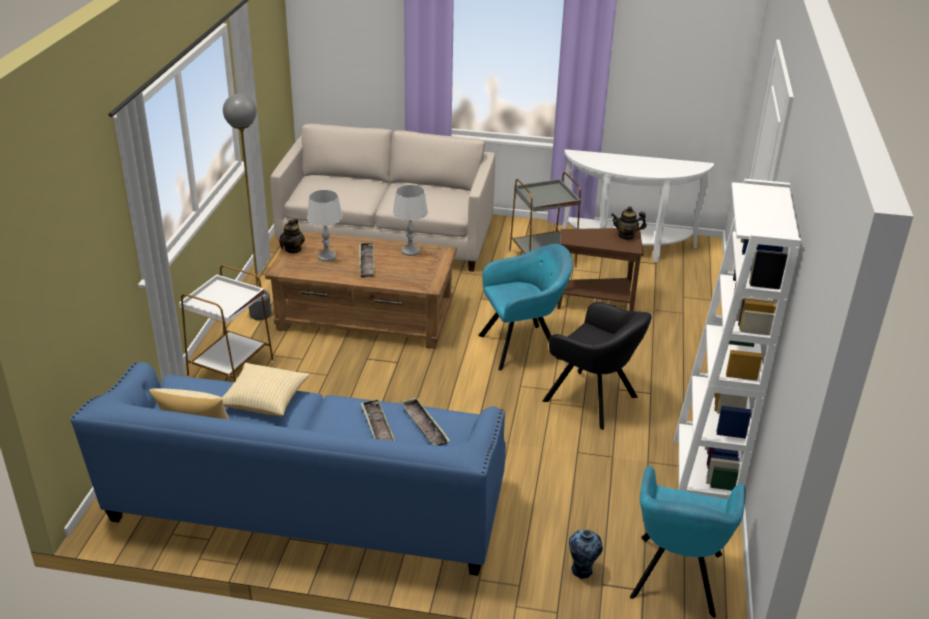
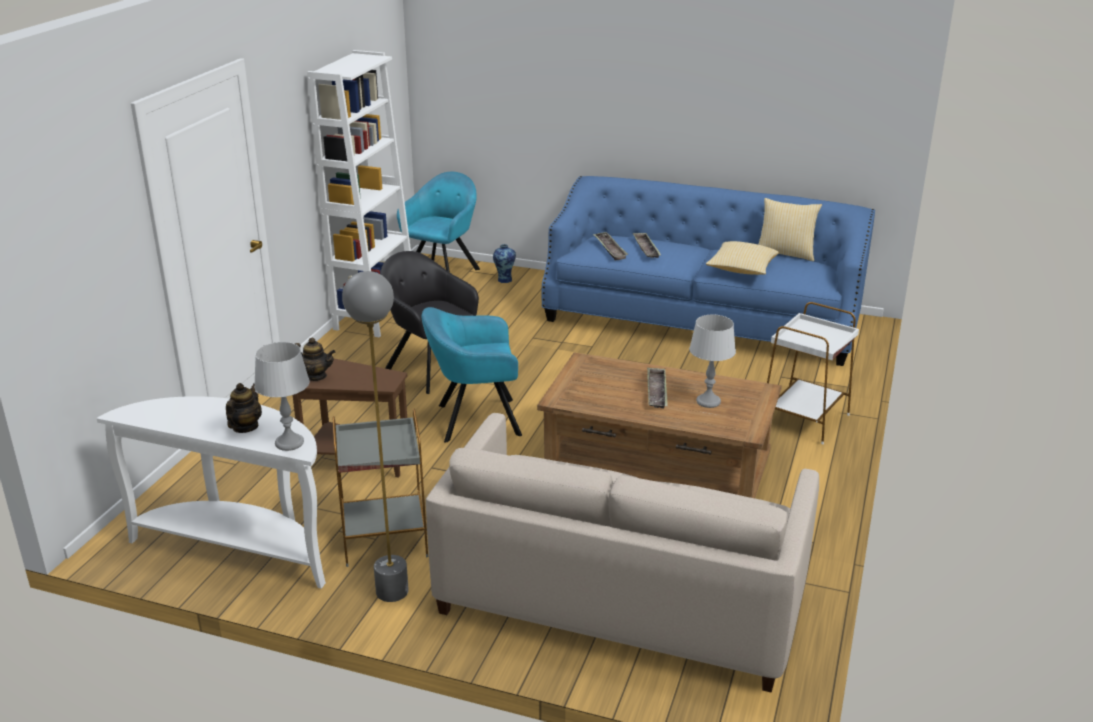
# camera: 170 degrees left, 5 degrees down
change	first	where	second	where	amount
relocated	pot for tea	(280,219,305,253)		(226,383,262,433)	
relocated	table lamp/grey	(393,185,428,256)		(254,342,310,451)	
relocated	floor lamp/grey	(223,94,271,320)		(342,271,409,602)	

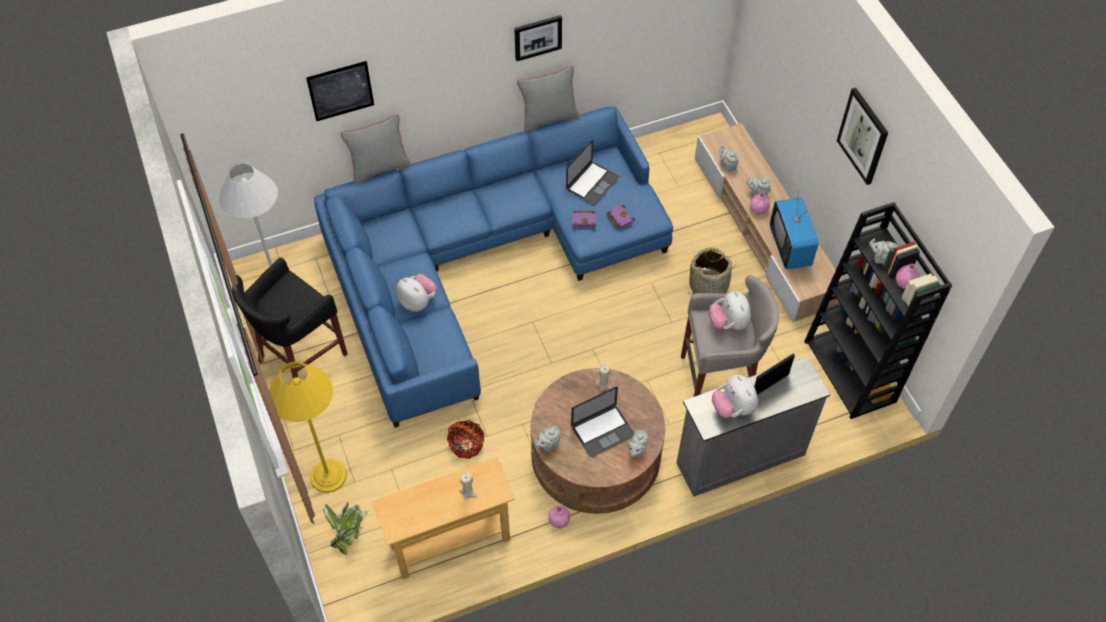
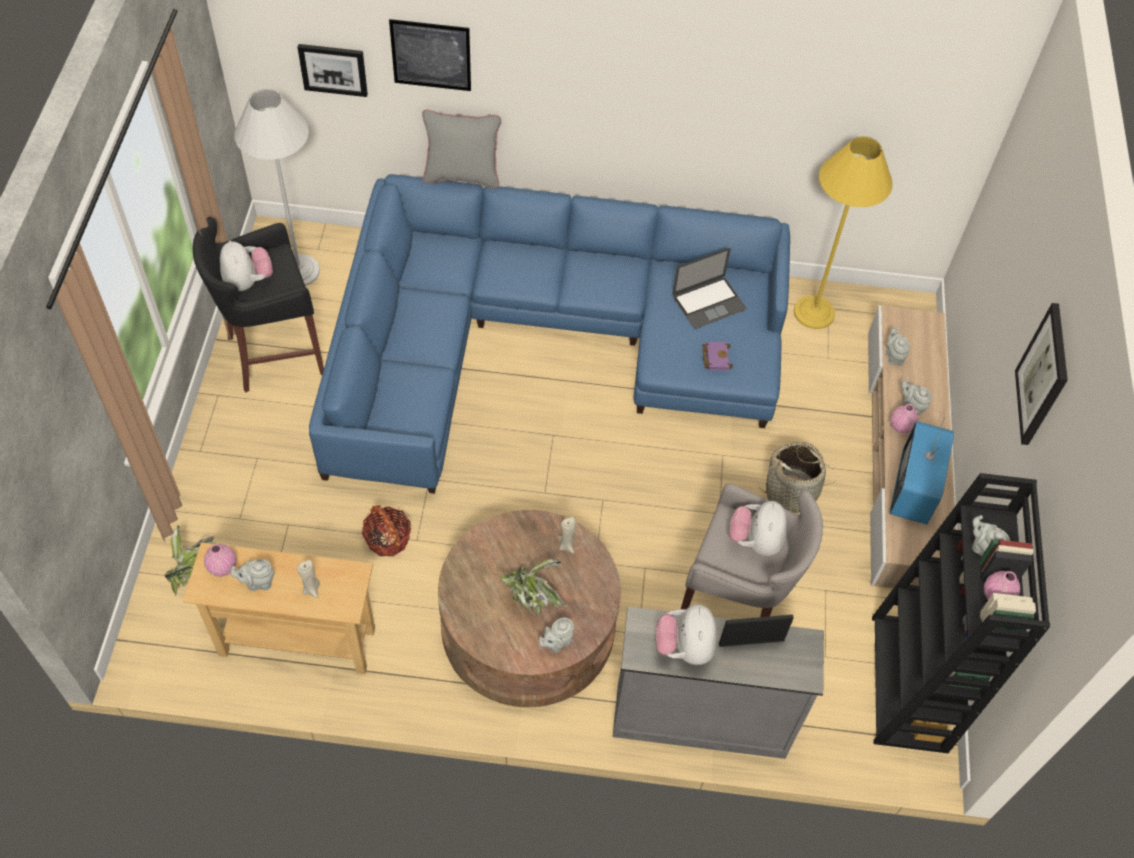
# camera: 25 degrees right, 0 degrees up
change	first	where	second	where	amount
relocated	decorative vase/pink	(548,505,570,528)		(204,544,236,577)	
relocated	plush toy	(396,274,437,312)		(220,241,273,291)	
relocated	pot for tea/grey	(535,426,560,452)		(230,559,275,591)	
relocated	wall art	(514,15,562,61)		(297,44,368,97)	
exchanged	notebook computer	(571,386,635,457)	plant in a pot	(500,559,568,616)	
relocated	floor lamp/yellow-coloured	(269,361,347,493)		(794,136,893,329)	
missing	throw pillow/grey	(517,66,579,133)			
missing	book/purple-coloured	(573,211,596,228)			

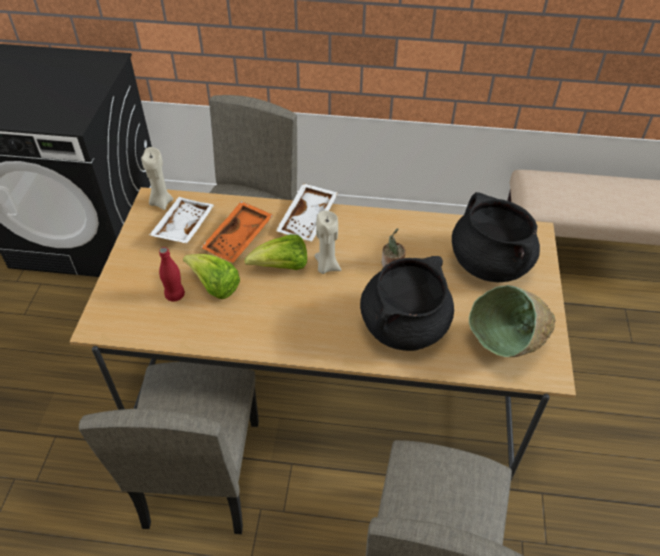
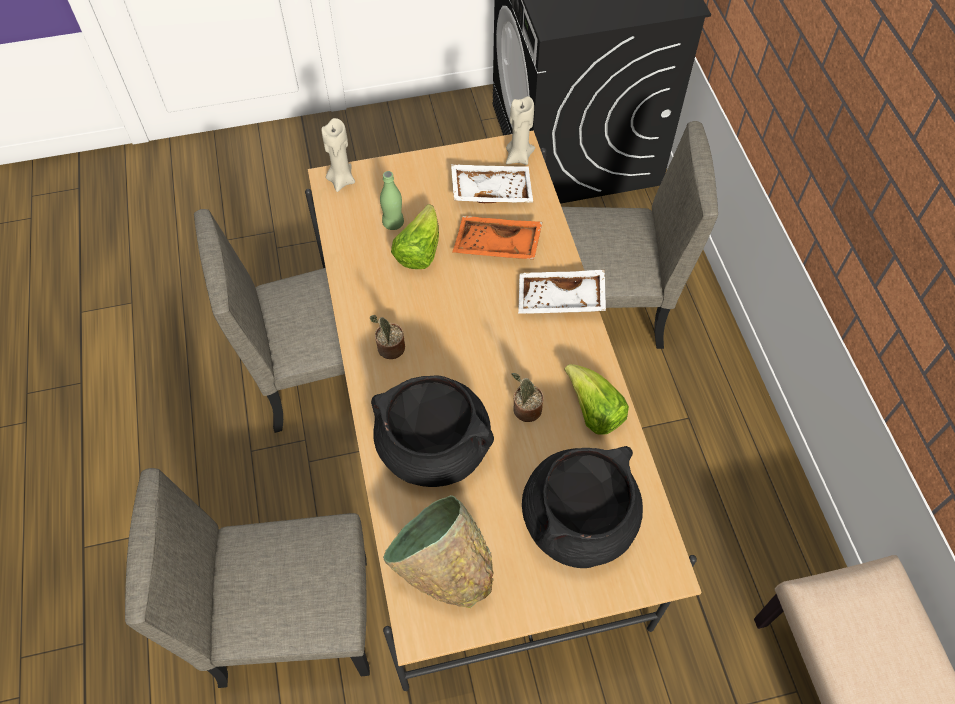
# camera: 70 degrees right, 10 degrees up
change	first	where	second	where	amount
relocated	wax light/beige	(314,210,341,274)		(321,118,355,192)	
appeared			plant in a pot	(370,315,405,359)	
colour	drink bottle/reddish	(159,247,185,302)	drink bottle/greenish	(380,171,404,230)	
relocated	lettuce head	(244,234,307,270)		(564,364,629,435)	

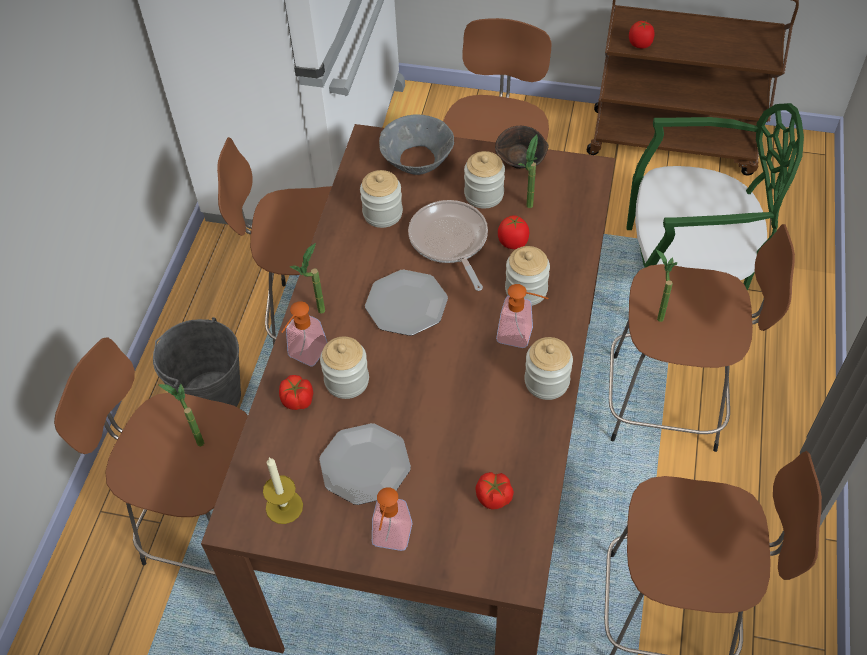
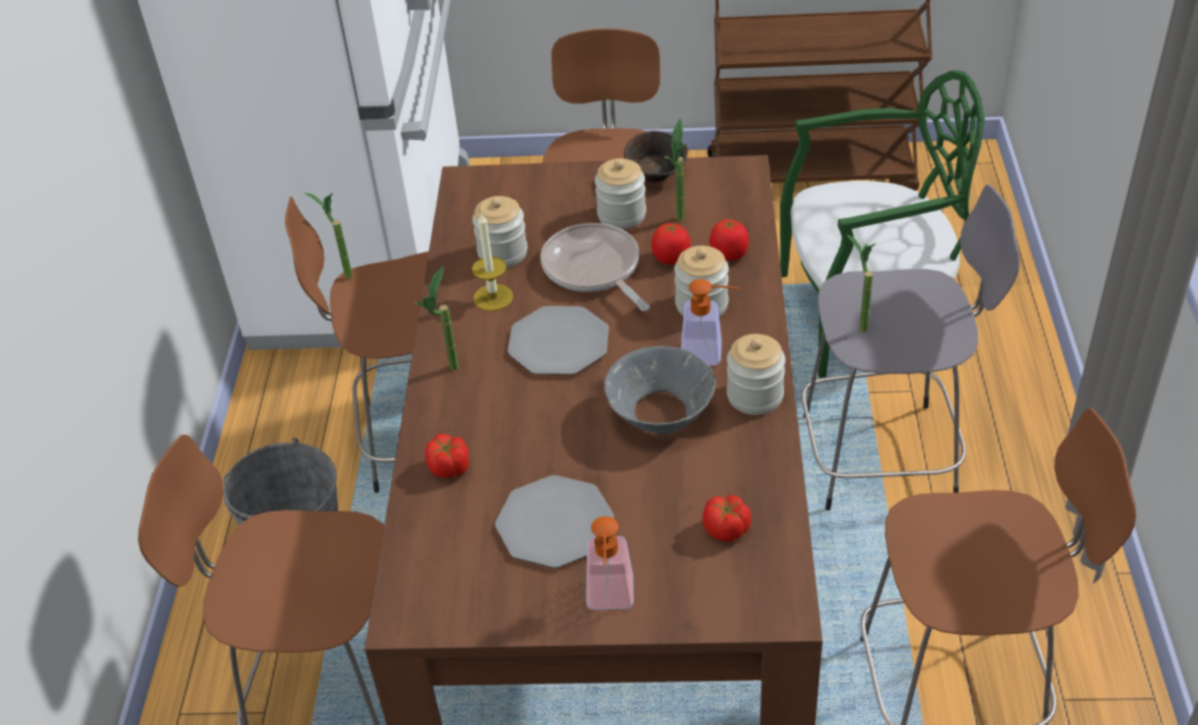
# camera: 10 degrees left, 10 degrees down
change	first	where	second	where	amount
relocated	plant in a pot	(158,384,204,447)		(304,192,352,279)	
relocated	wax light	(263,457,303,524)		(472,213,513,311)	
relocated	bowl/grey	(379,114,454,175)		(604,346,716,434)	
relocated	whole tomato	(629,21,655,49)		(709,218,749,261)	
colour	sitting stool/brown	(609,224,795,452)	sitting stool/grey	(801,184,1020,511)	
missing	soap dispenser	(282,301,328,367)			
missing	storage jar	(320,337,369,399)			

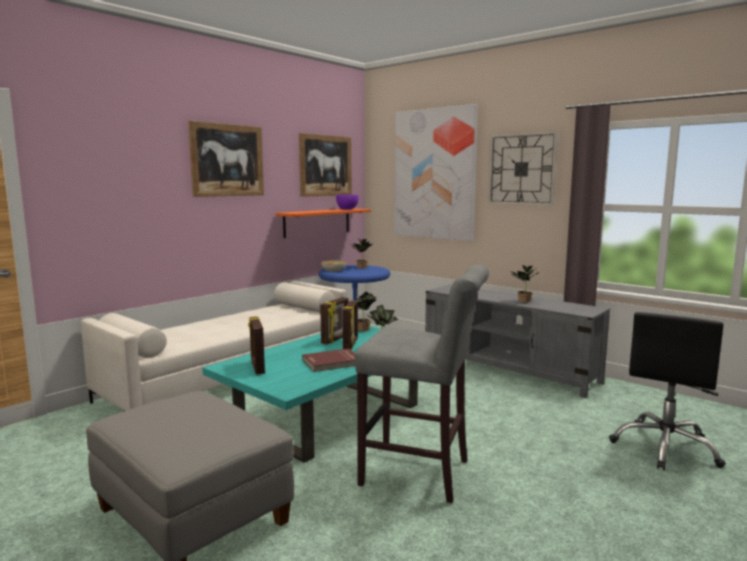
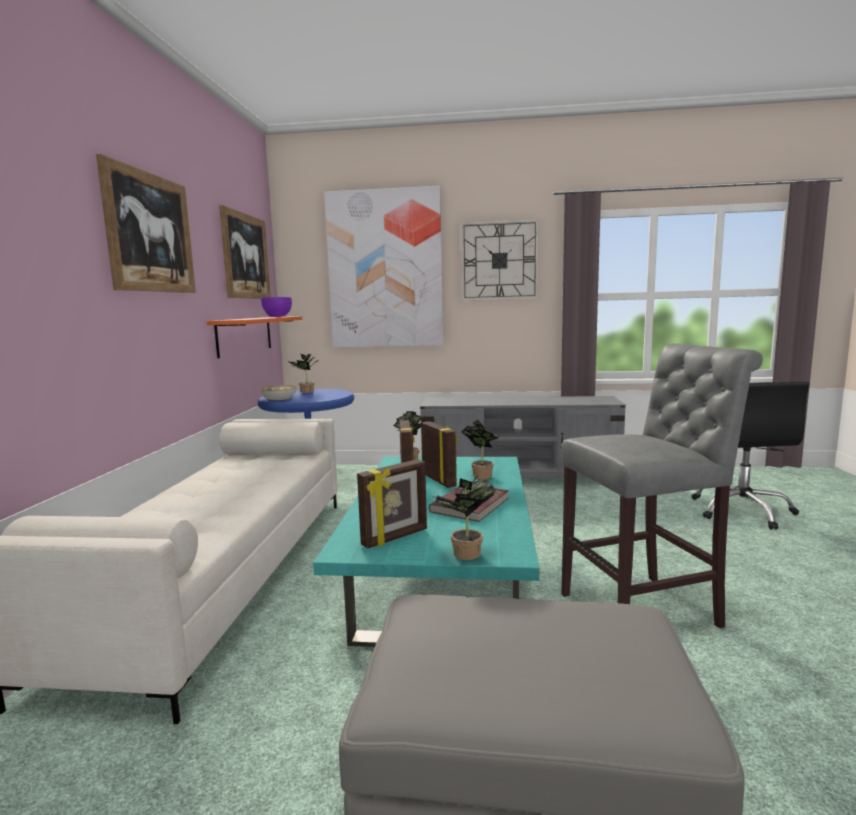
# camera: 35 degrees left, 0 degrees up
change	first	where	second	where	amount
spun	standing frame	(248,317,265,375)		(357,459,427,548)	75 degrees counterclockwise
relocated	plant in a pot	(510,265,539,302)		(433,477,497,560)	

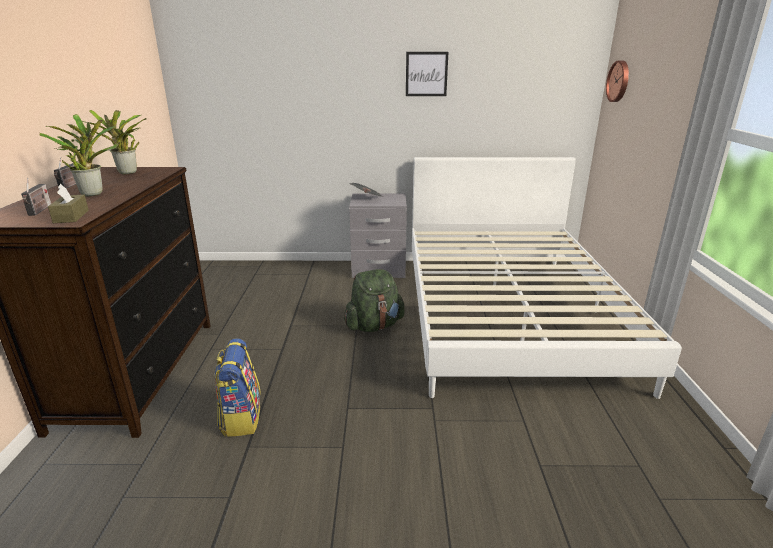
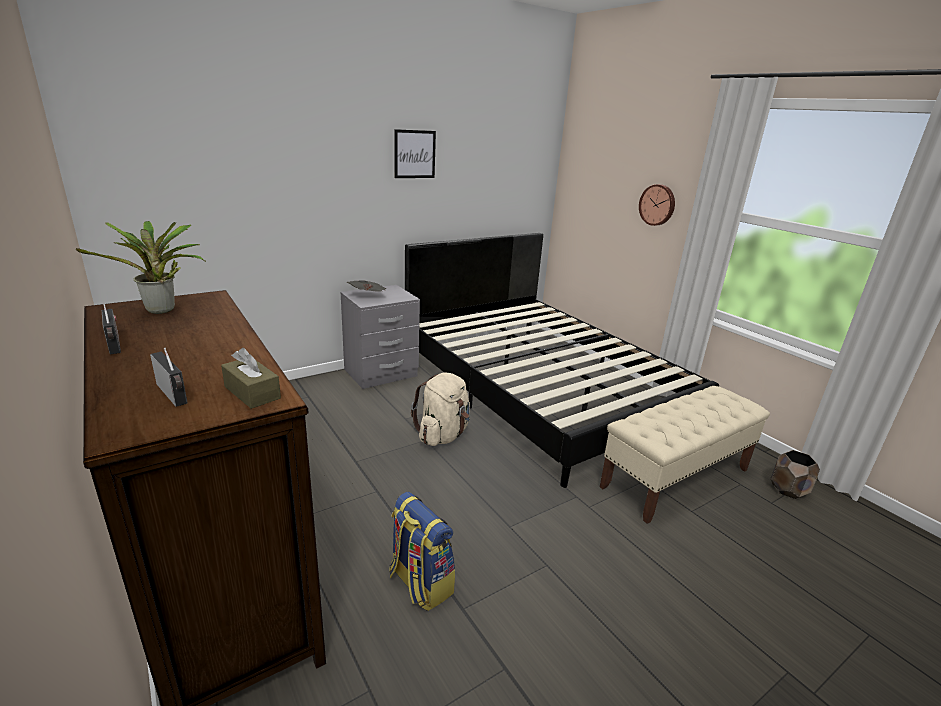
# camera: 35 degrees left, 0 degrees up
change	first	where	second	where	amount
colour	sleeping bed/white	(412,157,682,399)	sleeping bed/blackish	(405,233,719,488)	
colour	backpack/greenish	(344,269,405,332)	backpack/beige	(411,372,470,446)	
appeared			bench/beige	(600,386,770,524)	
relocated	hanging clock	(606,60,629,102)		(639,184,675,226)	
appeared			planter/brown	(770,450,820,499)	
missing	plant in a pot	(39,114,119,196)			

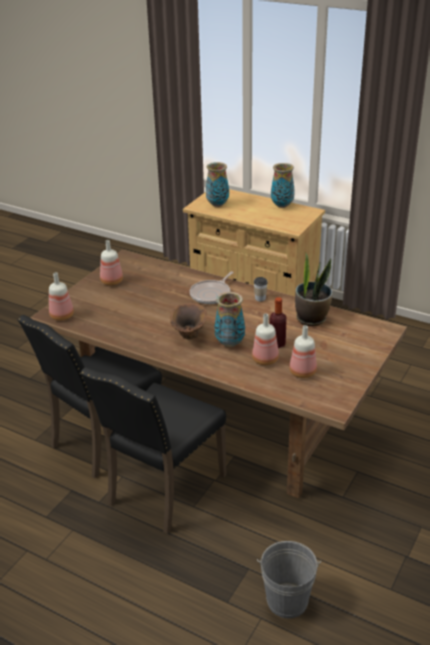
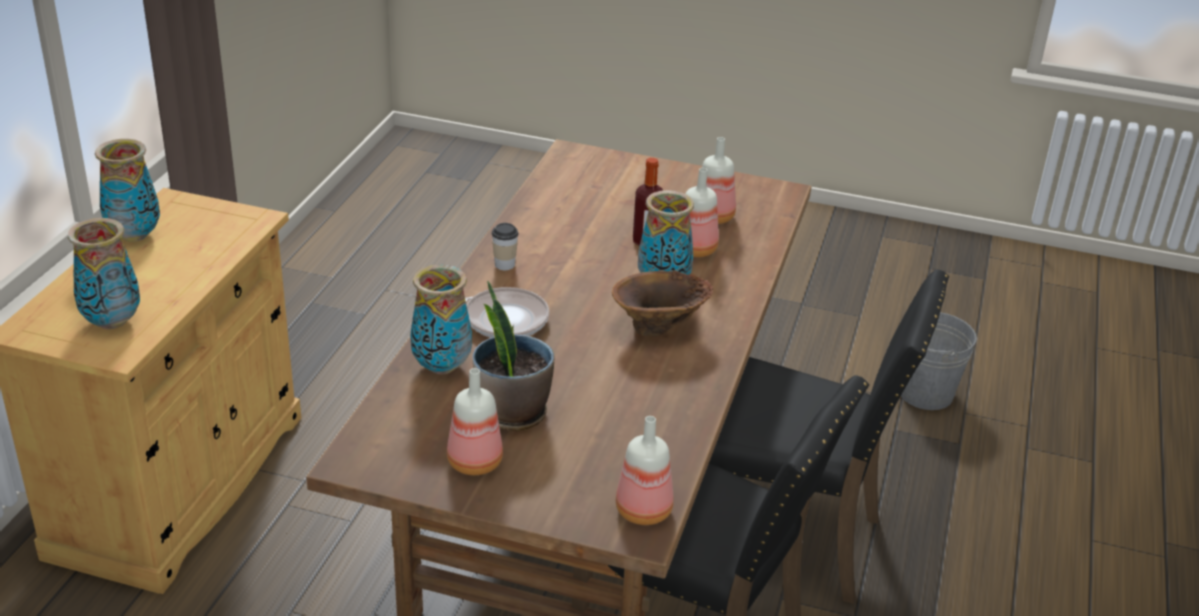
# camera: 105 degrees left, 0 degrees up
change	first	where	second	where	amount
appeared			decorative vase	(410,264,472,375)	
relocated	plant in a pot	(295,252,332,326)		(473,281,554,431)	

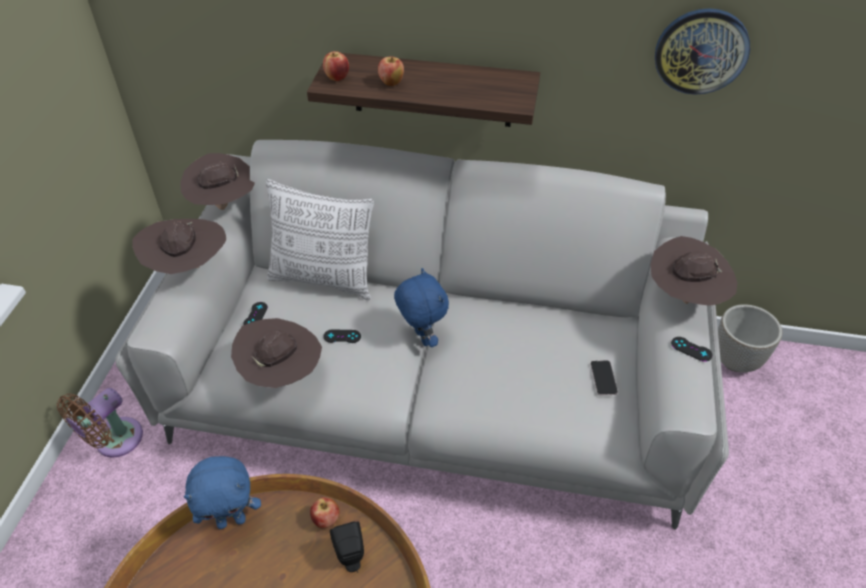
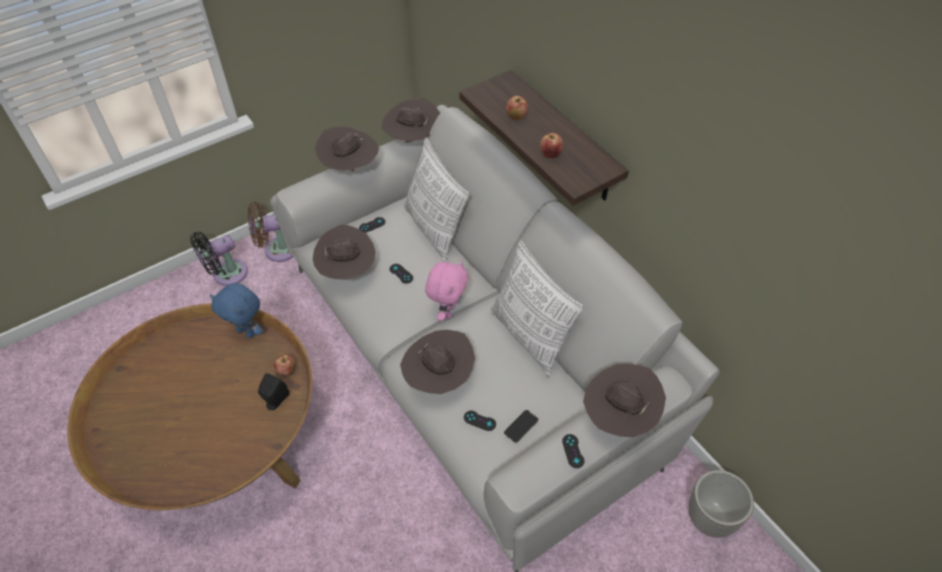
# camera: 45 degrees right, 5 degrees up
change	first	where	second	where	amount
appeared			cooling fan/blackish	(190,232,248,286)	
appeared			wearable hat/brown	(400,330,475,394)	
colour	plush toy/bluish	(394,268,449,347)	plush toy/pink	(425,261,468,321)	
appeared			gamepad/blackish	(464,411,496,431)	
appeared			throw pillow	(490,240,584,377)	
relocated	apple	(323,51,349,81)		(540,133,563,158)	
missing	hanging clock	(655,8,750,95)			

